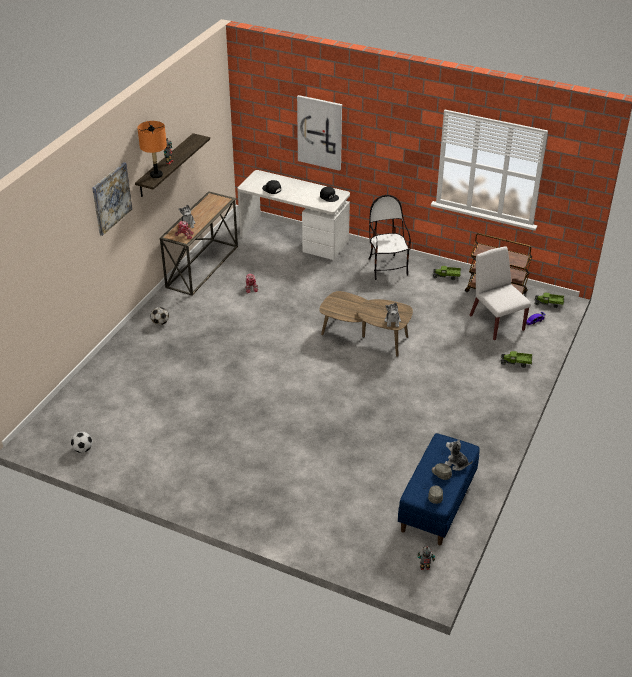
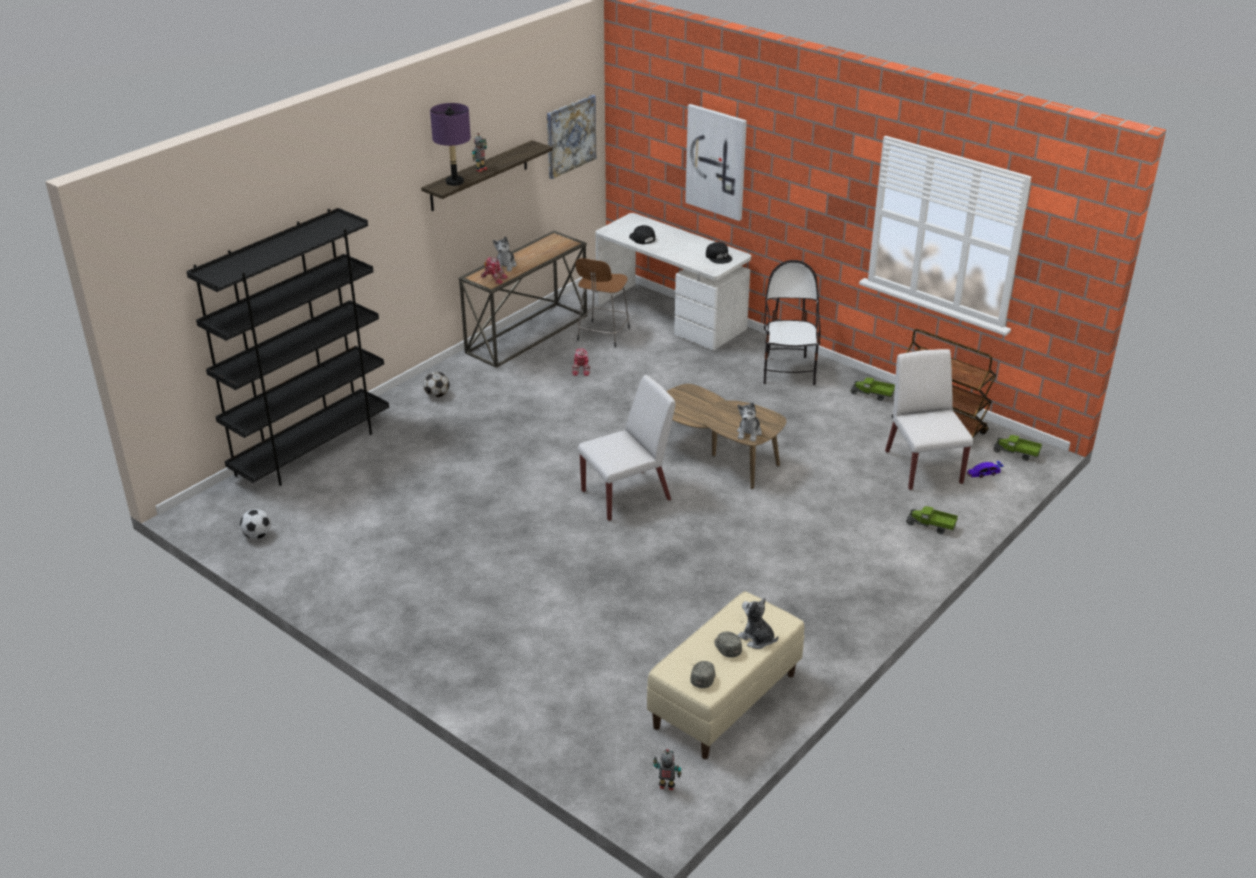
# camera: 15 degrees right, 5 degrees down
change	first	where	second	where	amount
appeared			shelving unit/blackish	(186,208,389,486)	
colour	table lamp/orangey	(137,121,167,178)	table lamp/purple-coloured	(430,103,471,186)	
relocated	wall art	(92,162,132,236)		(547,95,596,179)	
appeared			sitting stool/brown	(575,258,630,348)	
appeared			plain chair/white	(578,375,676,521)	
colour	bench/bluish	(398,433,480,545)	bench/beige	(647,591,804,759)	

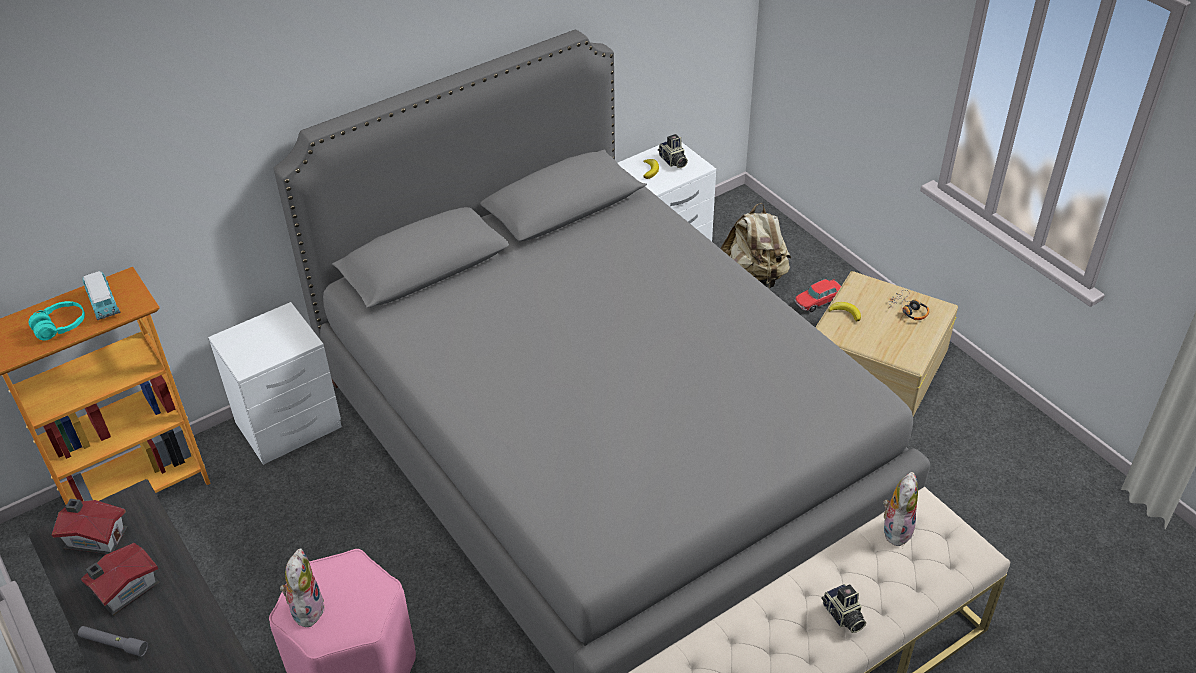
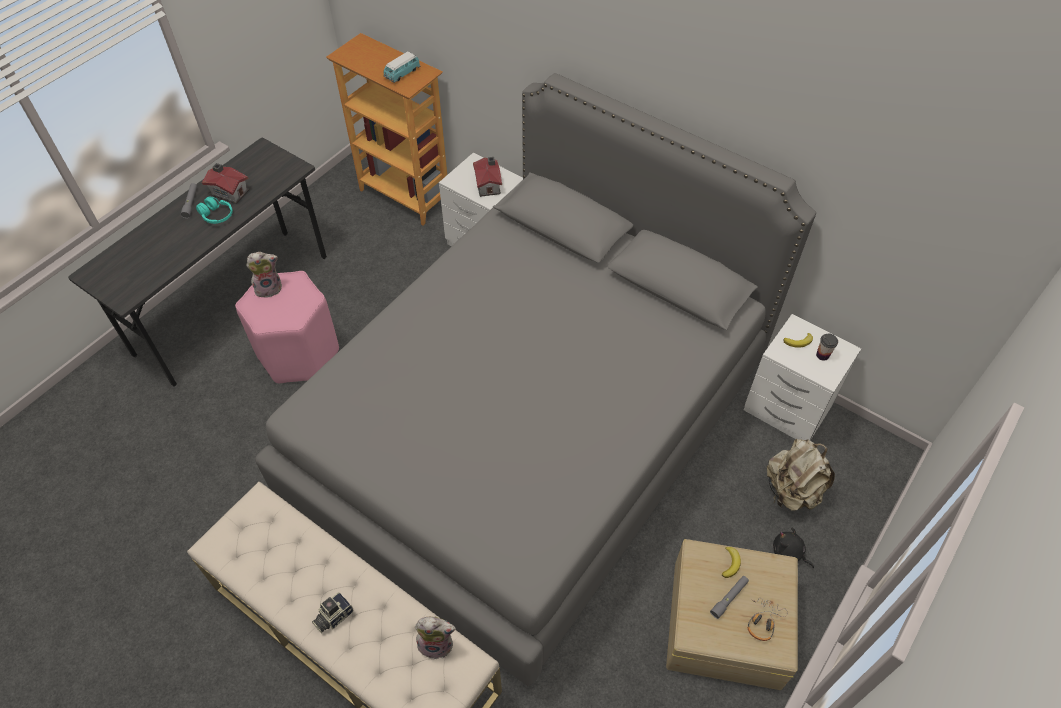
# camera: 70 degrees right, 10 degrees up
change	first	where	second	where	amount
relocated	pair of headphones/turquoise	(29,301,85,341)		(196,197,233,224)	
relocated	toy house	(52,499,128,555)		(473,157,502,197)	
appeared			torch/grey	(710,576,749,619)	
exchanged	model car	(795,279,841,312)	plush toy/blackish	(773,528,814,568)	
exchanged	photo camera	(658,134,688,168)	cup	(816,333,838,361)	

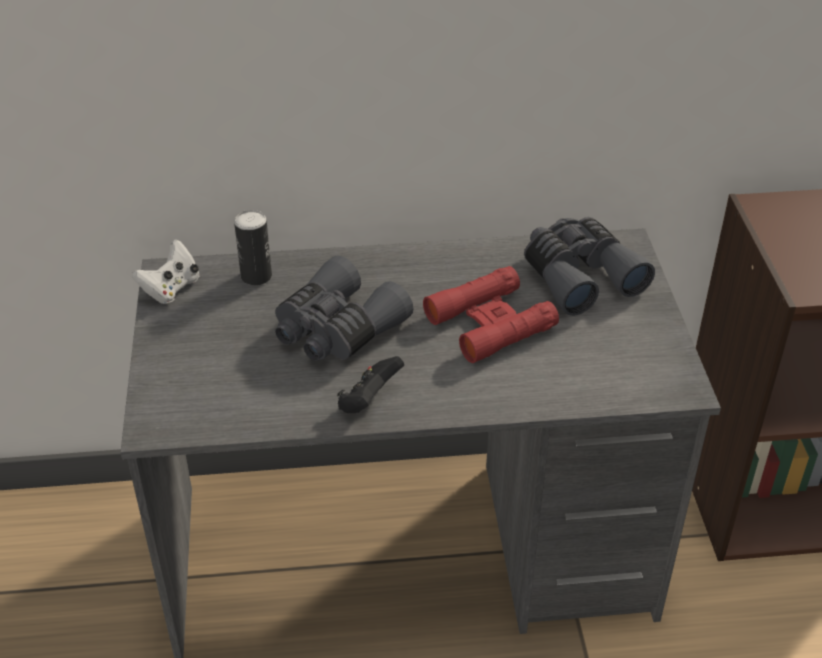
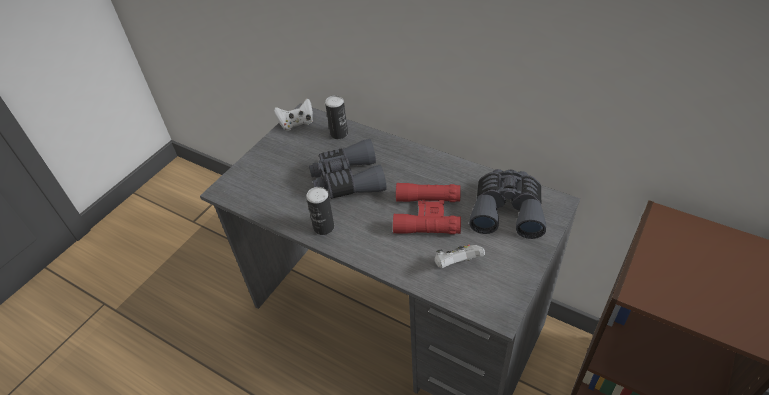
# camera: 40 degrees right, 5 degrees up
change	first	where	second	where	amount
exchanged	gamepad/blackish	(337,356,404,413)	metal can	(306,187,334,235)	
appeared			gamepad/white	(435,244,485,268)	

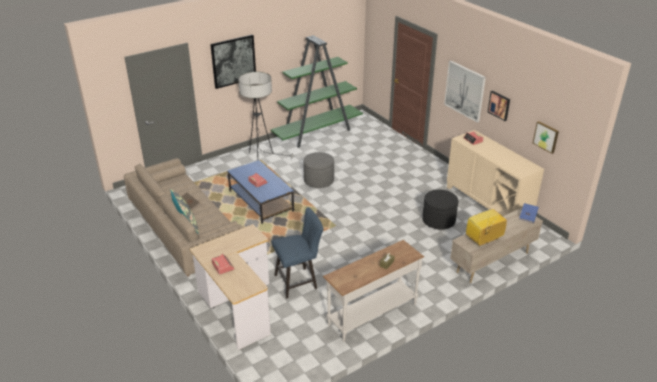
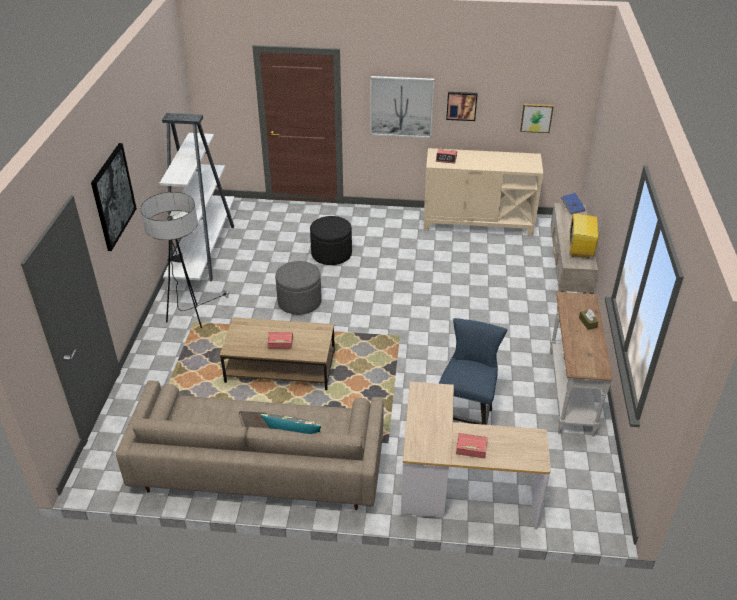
# camera: 50 degrees left, 5 degrees up
change	first	where	second	where	amount
colour	shelving unit/greenish	(271,35,363,148)	shelving unit/white	(160,113,235,281)	
colour	lounge table/bluish	(227,160,294,224)	lounge table/brown	(220,317,335,390)	
relocated	footrest/blackish	(422,189,458,230)		(310,216,352,265)	

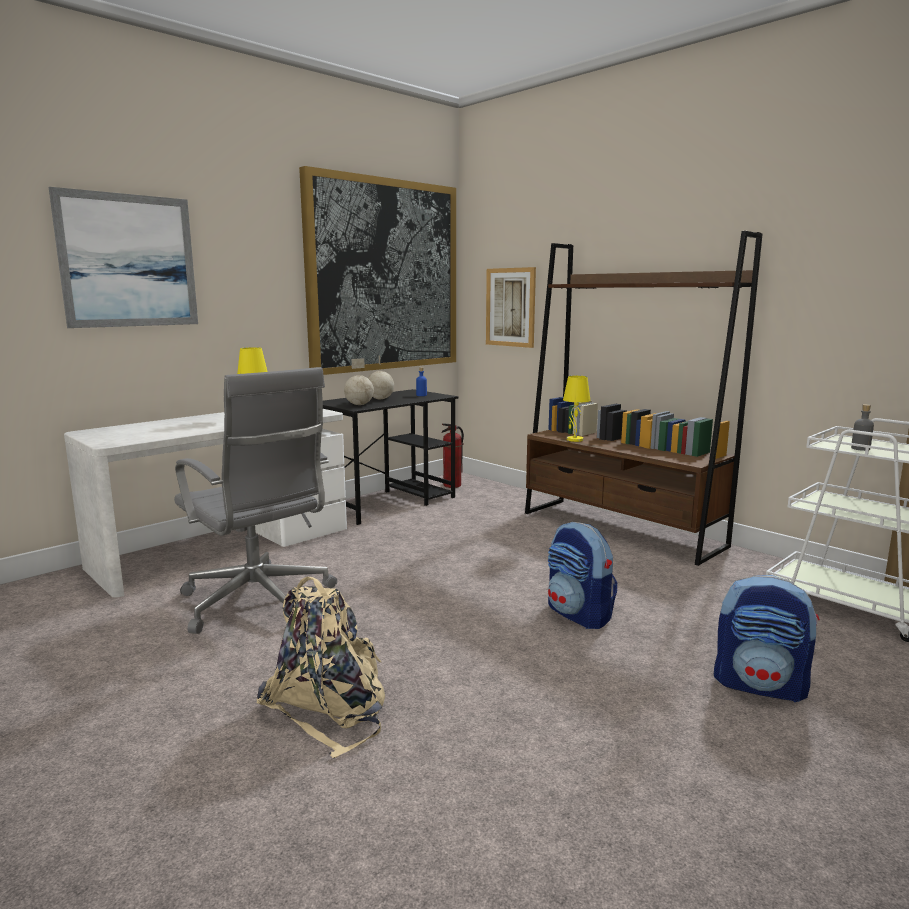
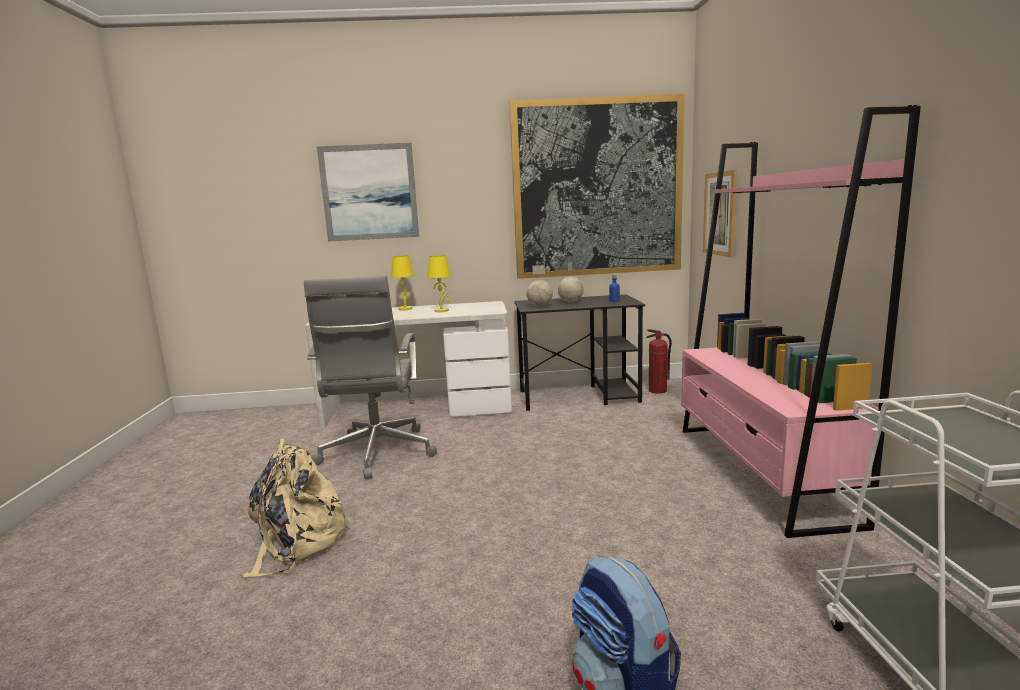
# camera: 40 degrees right, 0 degrees up
change	first	where	second	where	amount
relocated	table lamp/yellow-coloured	(563,376,591,442)		(391,255,414,310)	
colour	shelving unit/brown	(525,231,762,566)	shelving unit/pink	(681,105,921,538)	
missing	backpack	(548,522,617,629)			
missing	drink bottle/grey	(851,404,874,451)			

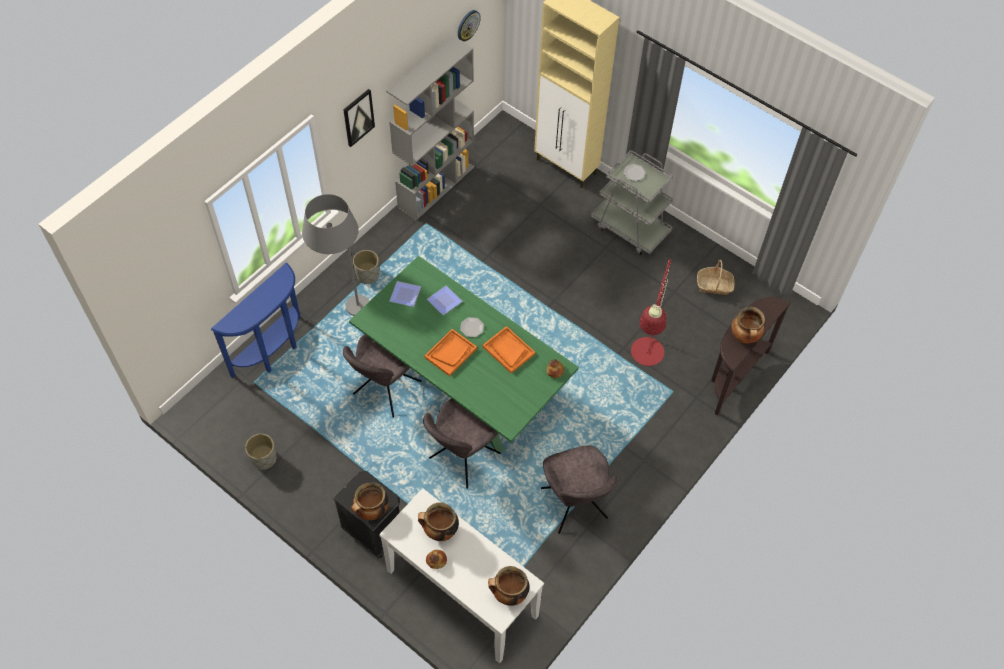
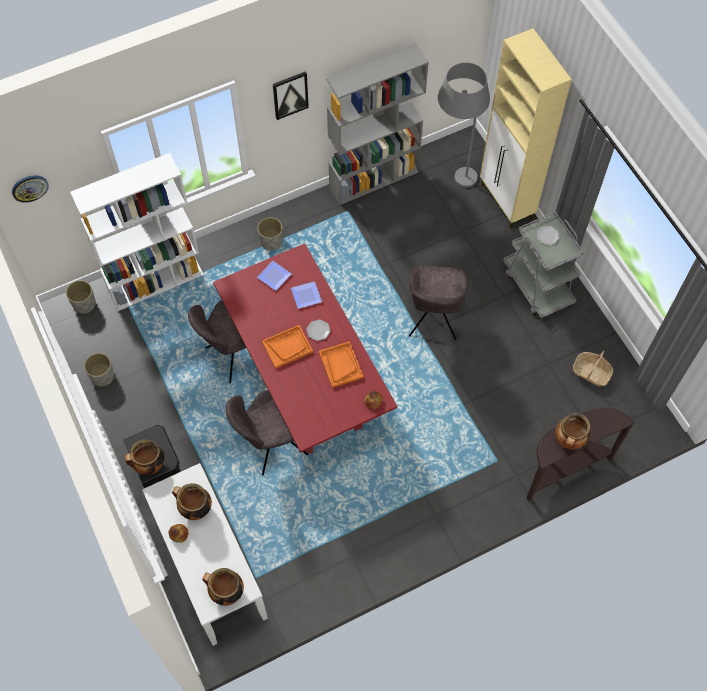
# camera: 25 degrees right, 5 degrees up
change	first	where	second	where	amount
relocated	hanging clock	(458,10,481,41)		(12,175,49,202)	
appeared			planter/grey	(66,280,96,314)	
exchanged	console table/bluish	(211,263,300,378)	shelving unit/white	(70,153,204,311)	
colour	dining table/greenish	(349,256,579,454)	dining table/reddish	(213,243,397,454)	
relocated	plain chair/grey	(541,445,617,534)		(409,266,468,340)	
relocated	floor lamp/grey	(302,194,369,316)		(438,62,490,188)	
missing	floor lamp/reddish	(631,259,671,366)			

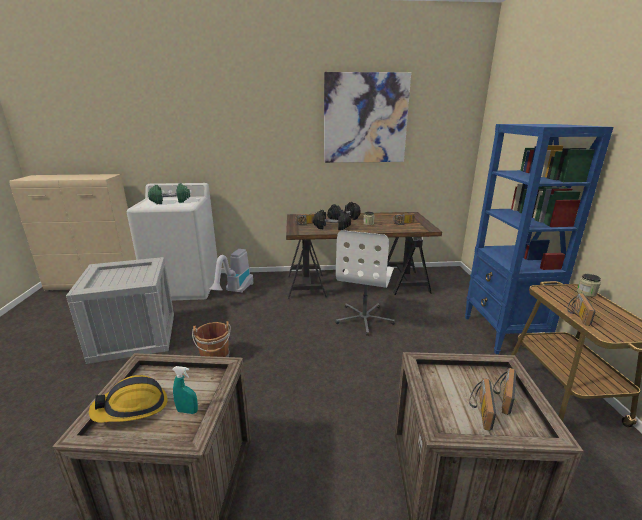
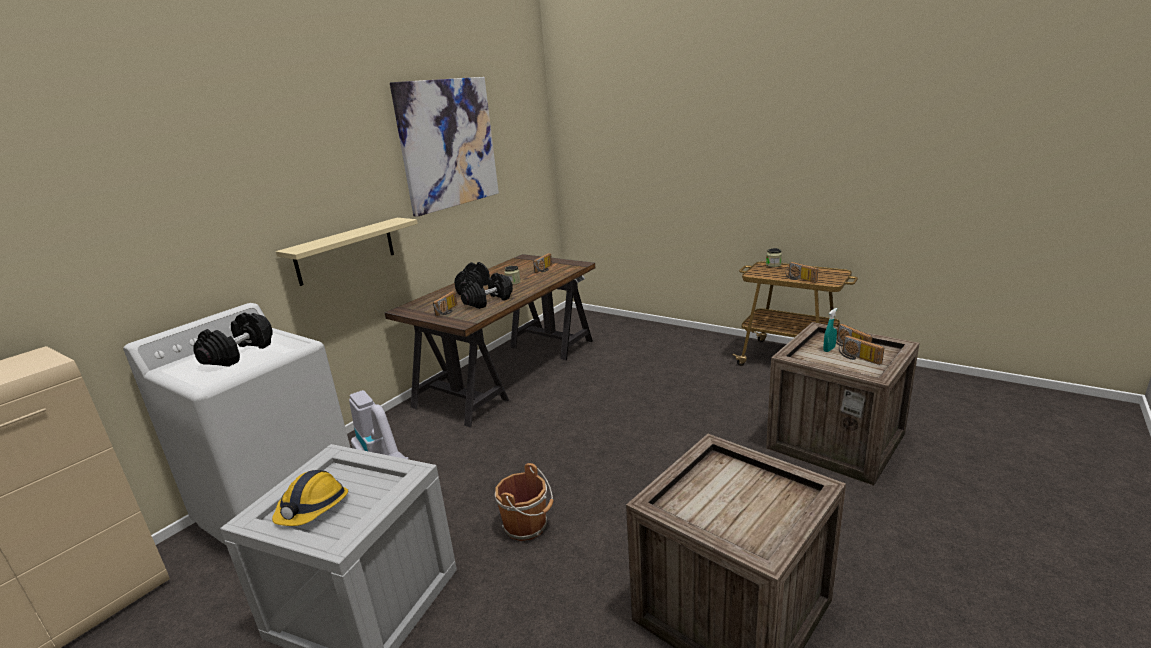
# camera: 50 degrees left, 0 degrees up
change	first	where	second	where	amount
colour	dumbbell/greenish	(148,183,190,204)	dumbbell/blackish	(193,312,273,367)	
relocated	work helmet	(89,375,167,423)		(272,470,348,526)	
appeared			wall shelf/beige	(276,218,418,286)	
relocated	spray bottle/turquoise	(172,366,198,414)		(823,308,837,352)	
missing	office chair/white	(336,230,395,336)			
missing	shelving unit/bluish	(465,124,613,354)			

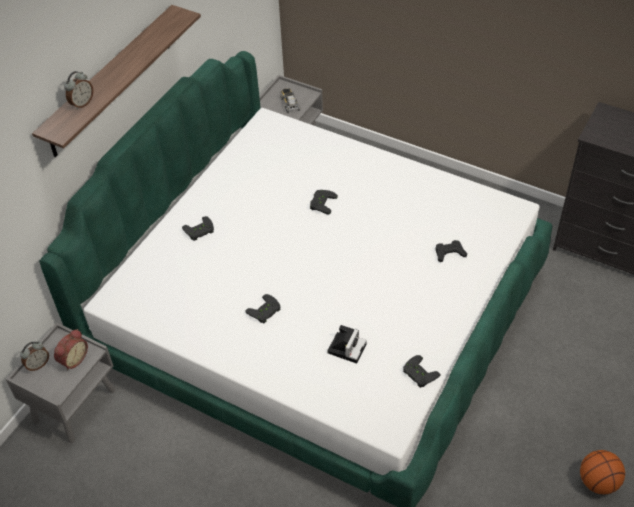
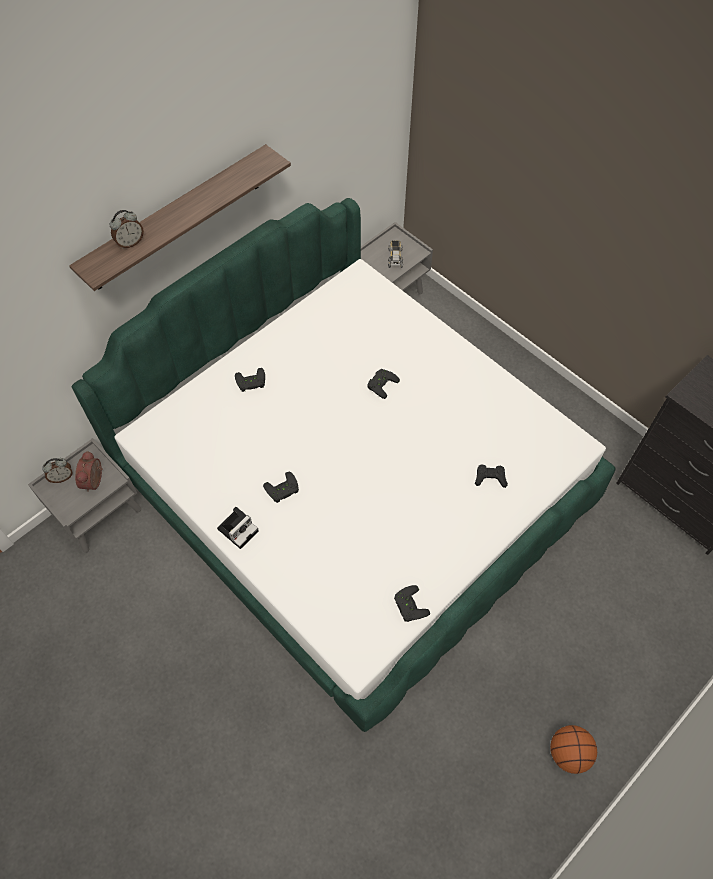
# camera: 15 degrees right, 10 degrees up
change	first	where	second	where	amount
spun	alarm clock	(54,329,88,370)		(75,451,103,492)	135 degrees clockwise
relocated	photo camera	(328,325,367,364)		(217,507,258,549)	

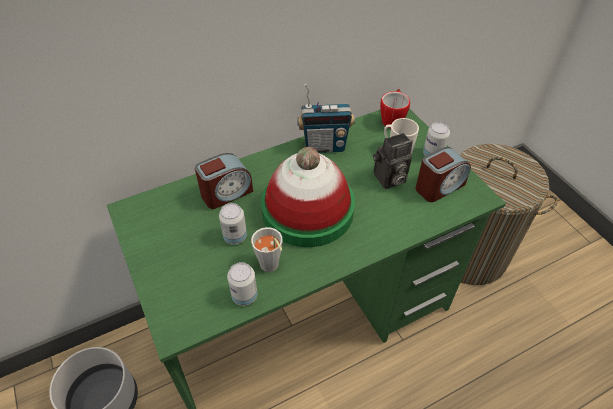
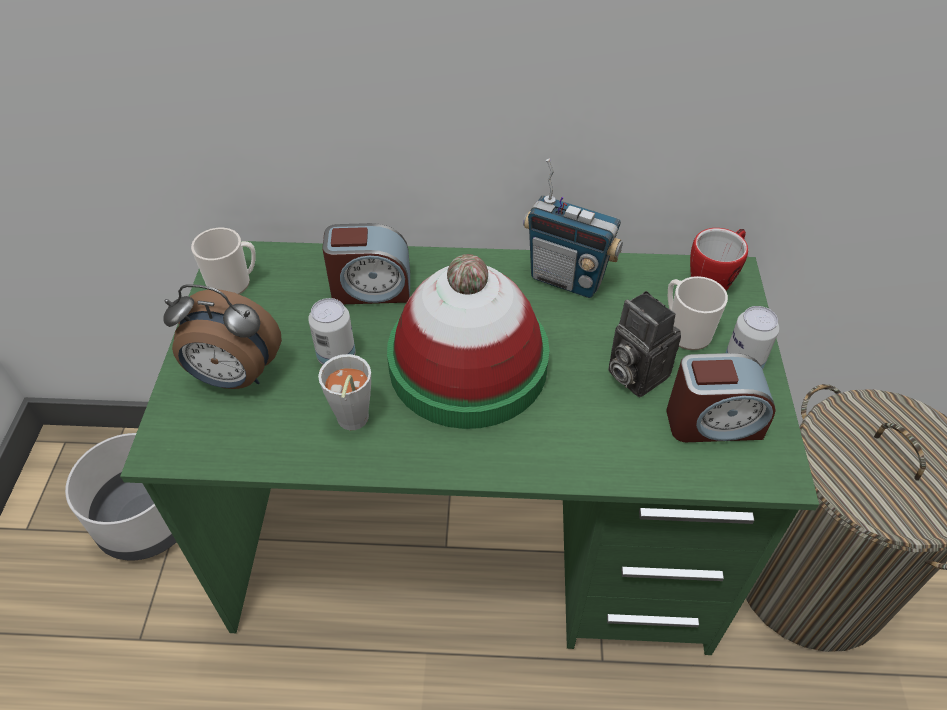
# camera: 30 degrees right, 0 degrees up
change	first	where	second	where	amount
appeared			alarm clock	(163,284,282,389)	
appeared			tea mug	(191,228,256,294)	
spun	photo camera	(373,133,413,189)		(608,291,681,397)	45 degrees clockwise
missing	metal can	(227,262,258,306)			

